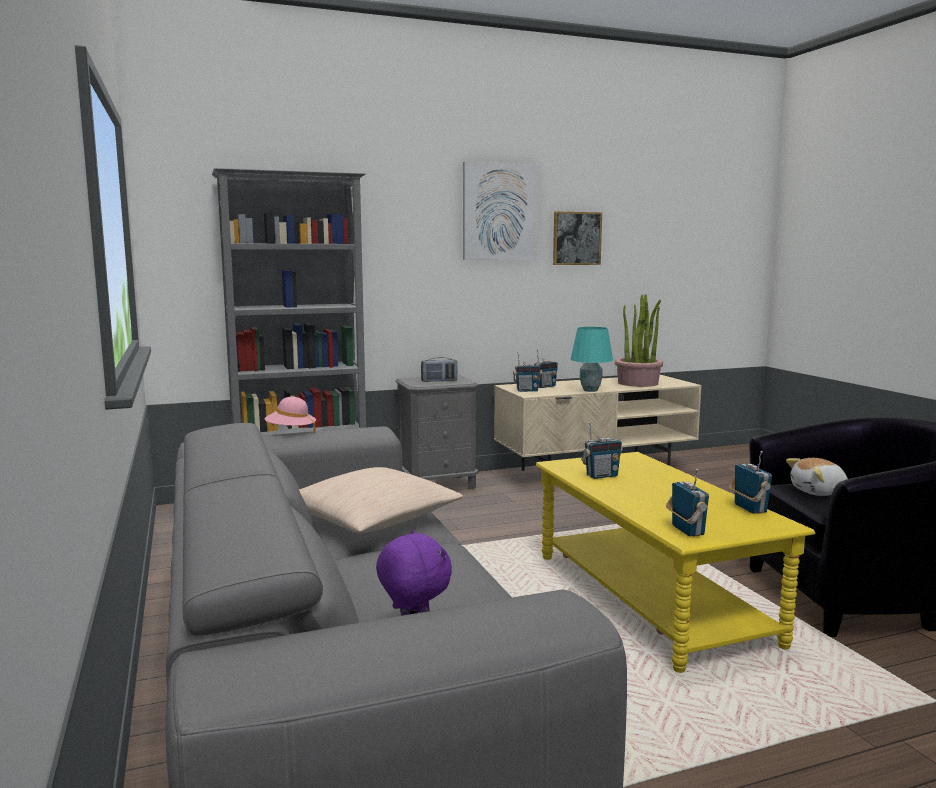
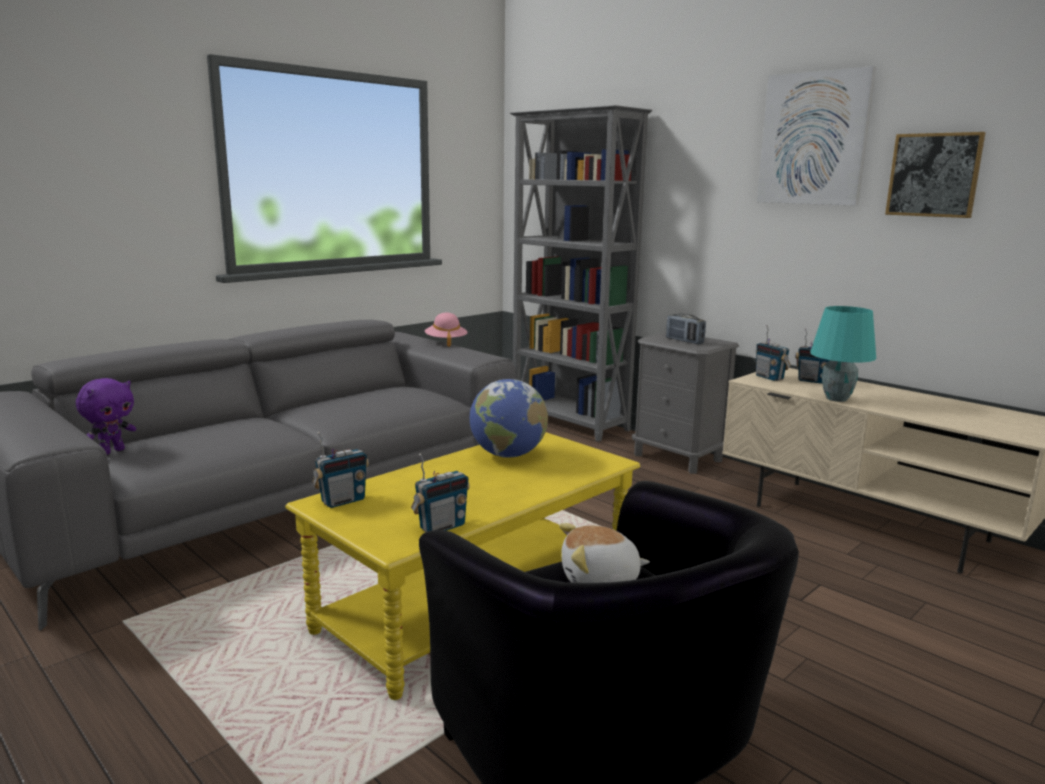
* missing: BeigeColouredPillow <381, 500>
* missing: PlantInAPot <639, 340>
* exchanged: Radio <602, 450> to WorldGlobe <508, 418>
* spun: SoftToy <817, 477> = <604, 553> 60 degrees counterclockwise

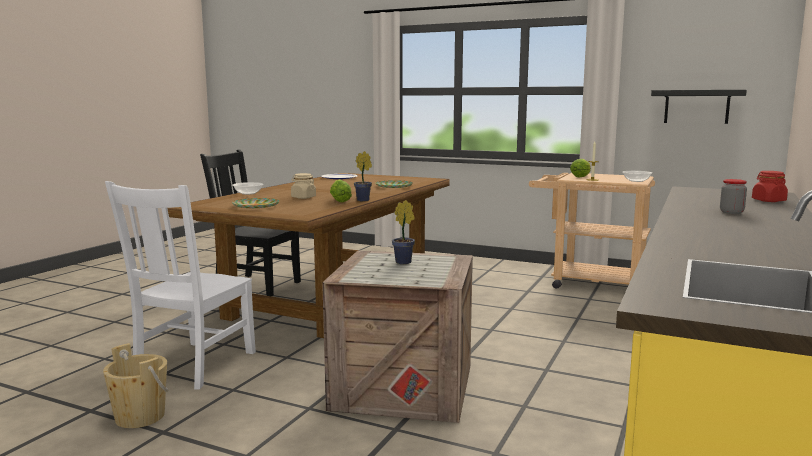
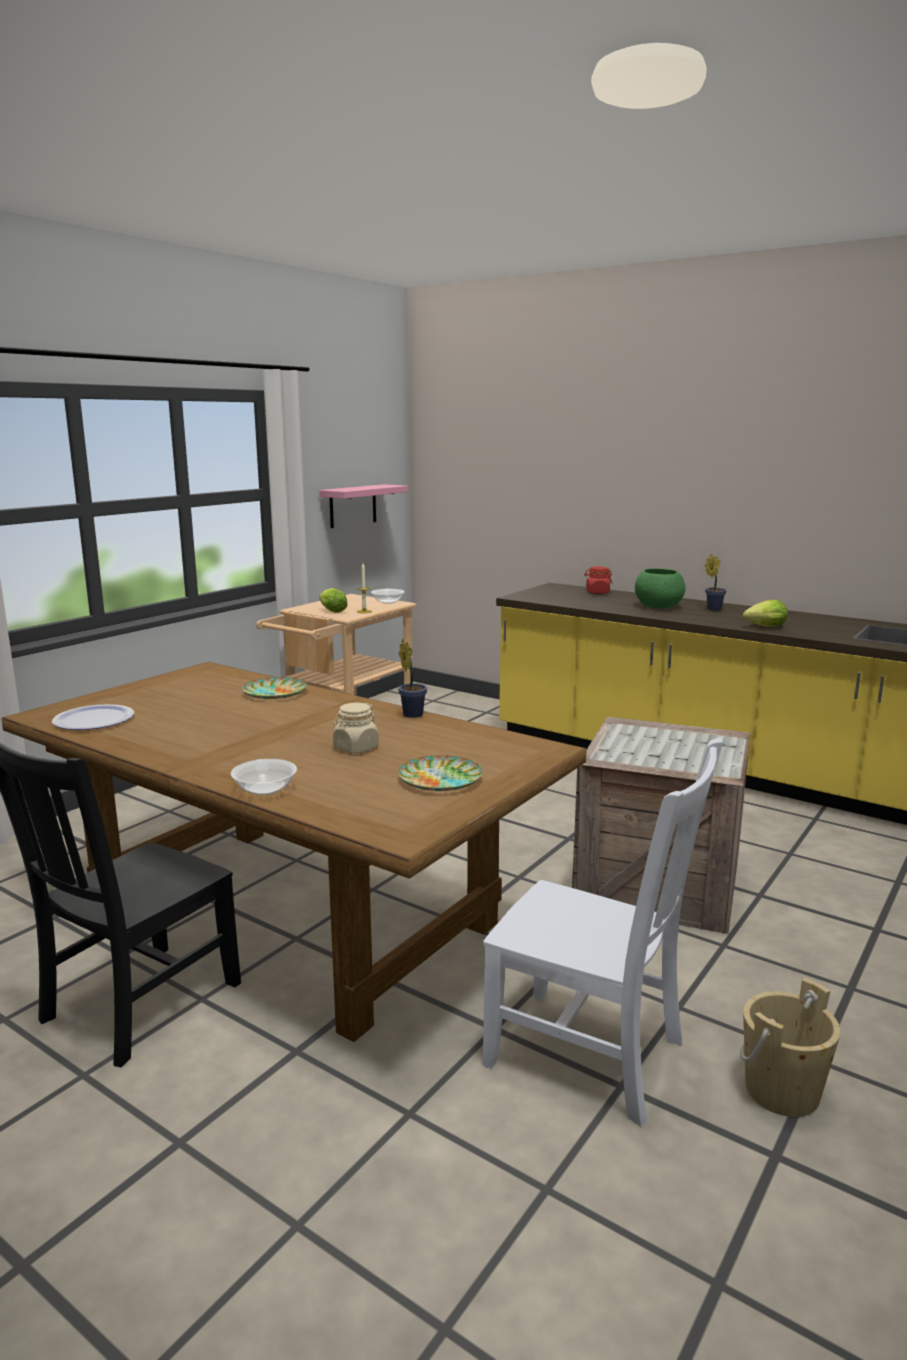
* relocated: LettuceHead <341, 190> to <765, 613>
* relocated: PlantInAPot <403, 232> to <715, 582>
* exchanged: Jar <733, 196> to GreenColouredBowl <660, 588>
* colour: BlackWallShelf <699, 107> to PinkWallShelf <363, 506>

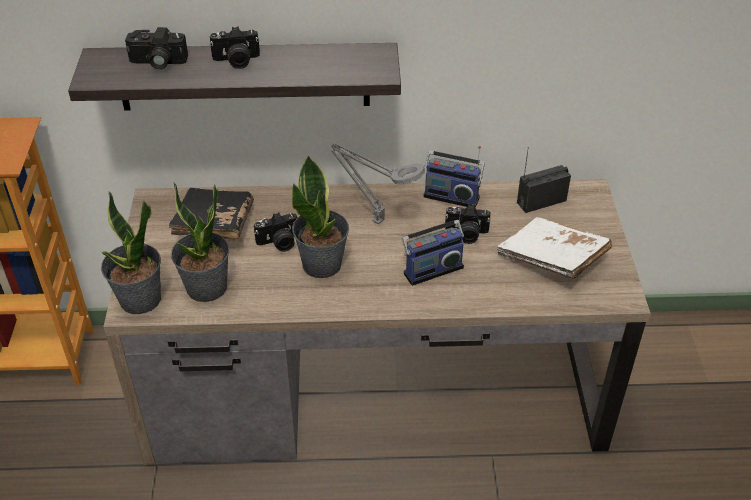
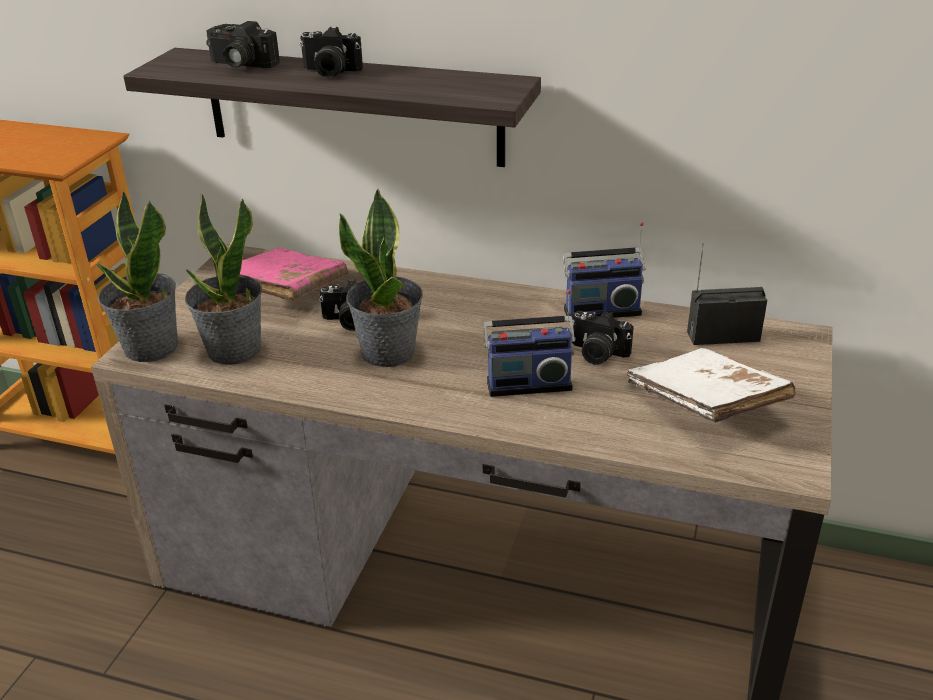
* missing: GreyTableLamp <378, 183>
* colour: BlackBoundBook <211, 214> to PinkBoundBook <294, 274>
* spun: Radio <454, 177> = <604, 270> 45 degrees counterclockwise

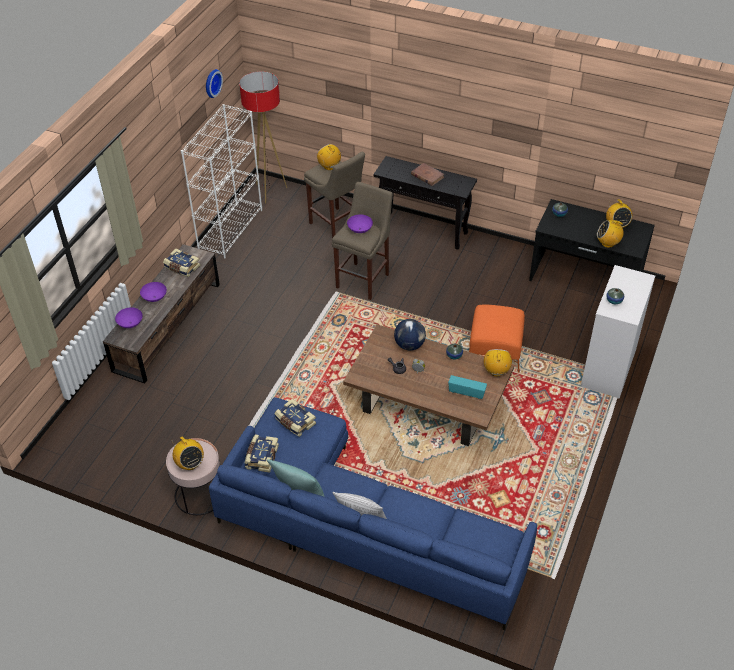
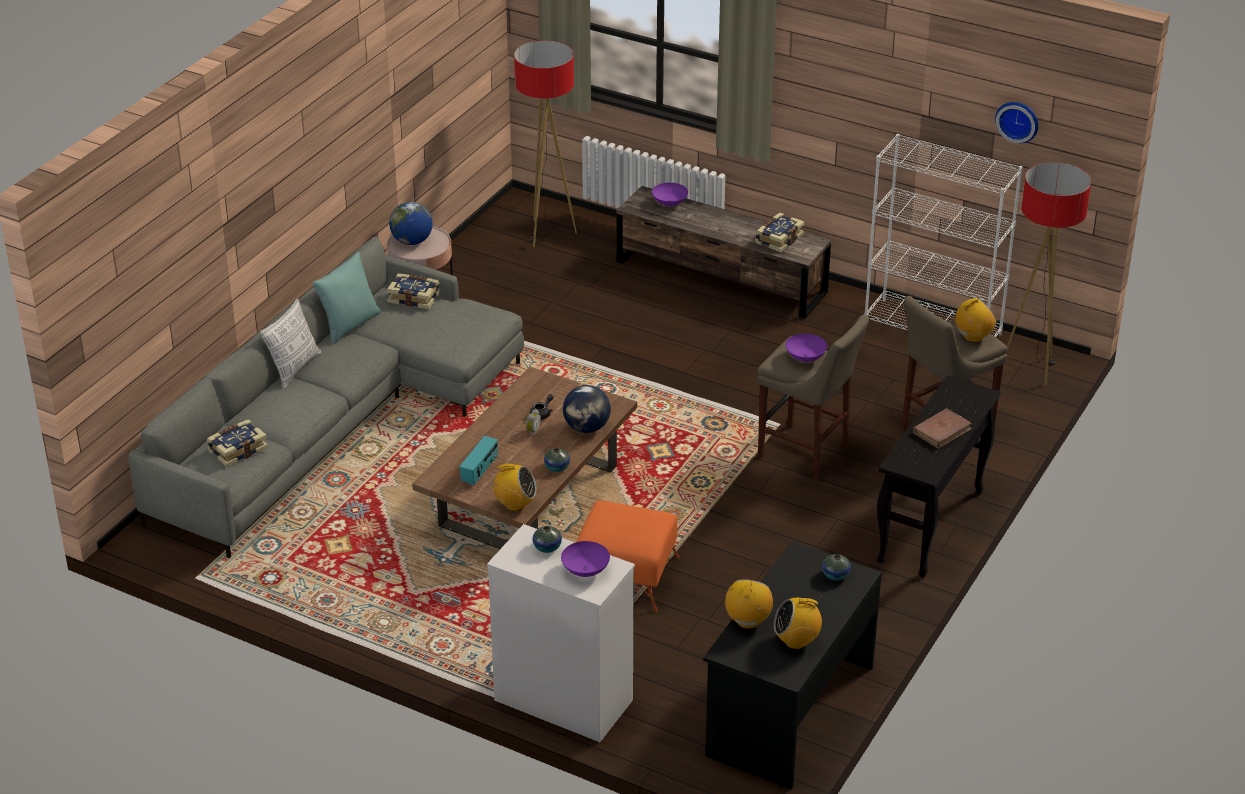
* appeared: FloorLamp <545, 143>
* relocated: PurplishBowl <153, 292> to <585, 559>
* relocated: BoundBook <295, 418> to <237, 443>
* exchanged: Radio <188, 453> to WorldGlobe <411, 223>
* colour: BlueColouredSettee <373, 513> to GreySettee <326, 397>

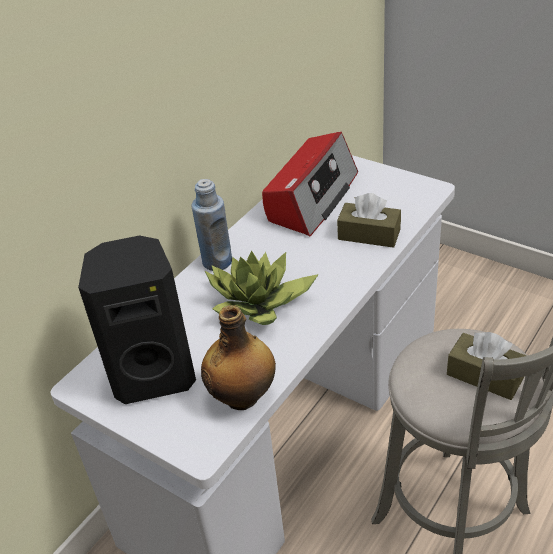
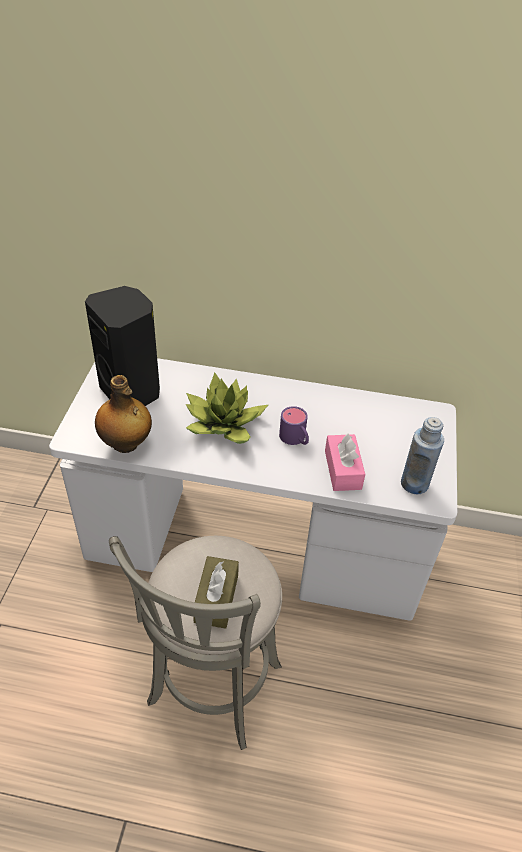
* missing: Radio <310, 184>
* appeared: PurplishTeaMug <294, 425>
* relocated: BlueColouredBeverageBottle <211, 225> to <422, 455>
* colour: BrownBoxOfTissues <369, 220> to PinkBoxOfTissues <345, 462>

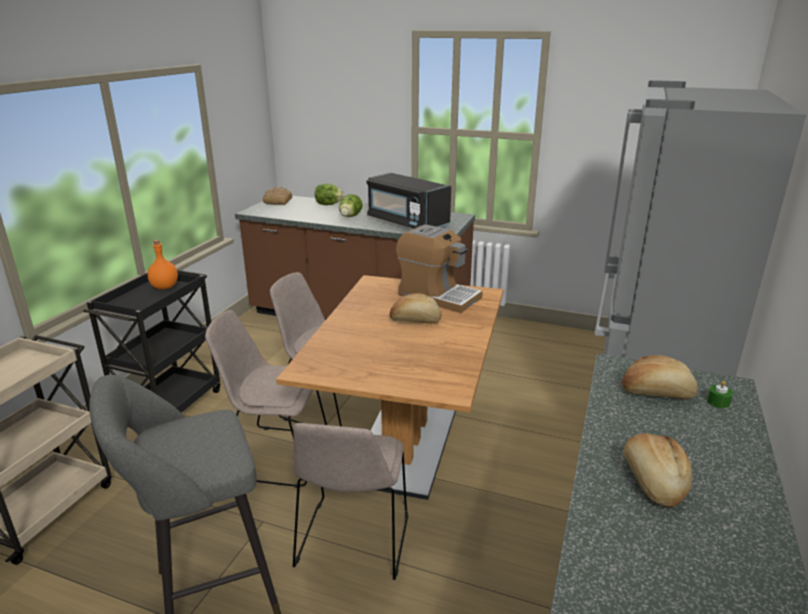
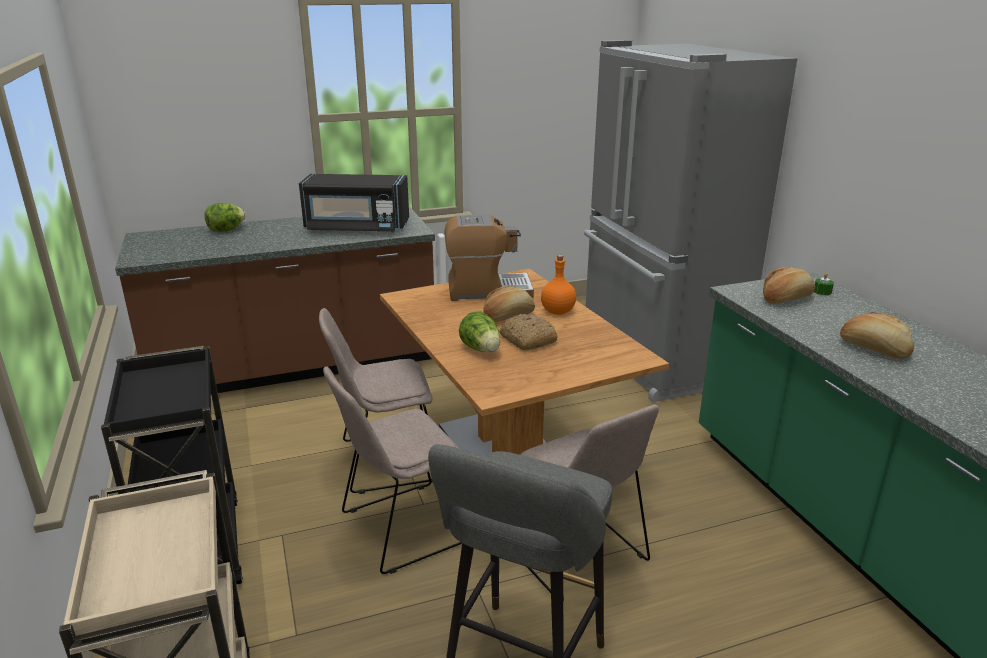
* relocated: OrangeBeverageBottle <162, 264> to <558, 285>
* relocated: BakeryBread <277, 196> to <528, 332>
* relocated: LettuceHead <351, 205> to <479, 331>

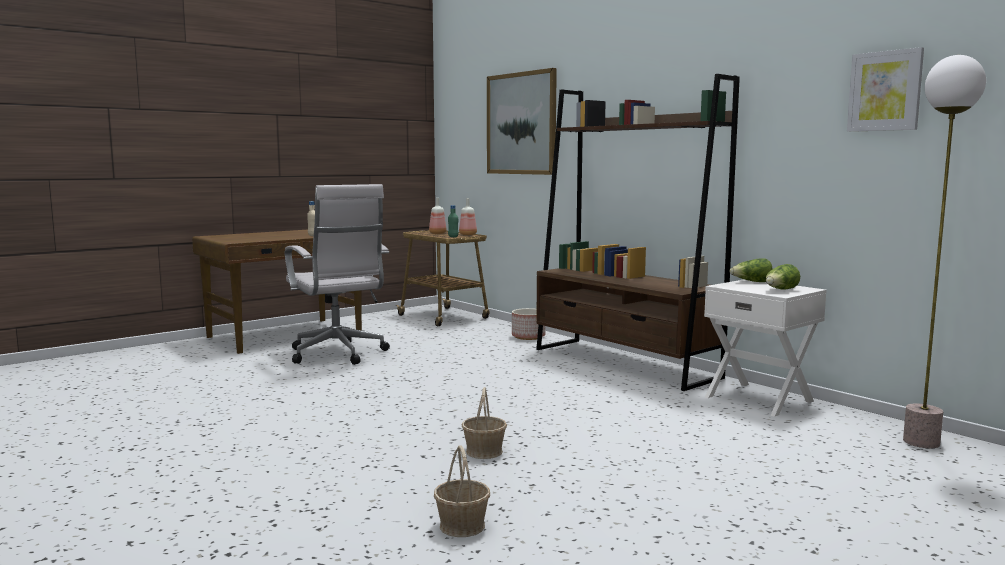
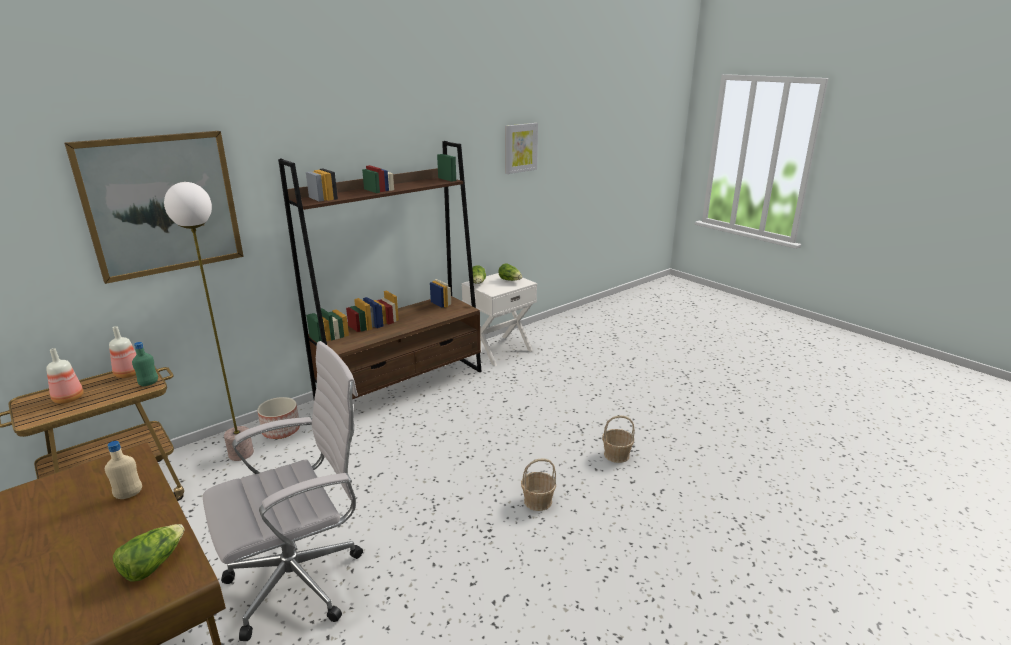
* appeared: LettuceHead <149, 553>
* relocated: StorageBasket <462, 491> to <538, 484>
* relocated: FloorLamp <944, 251> to <209, 321>

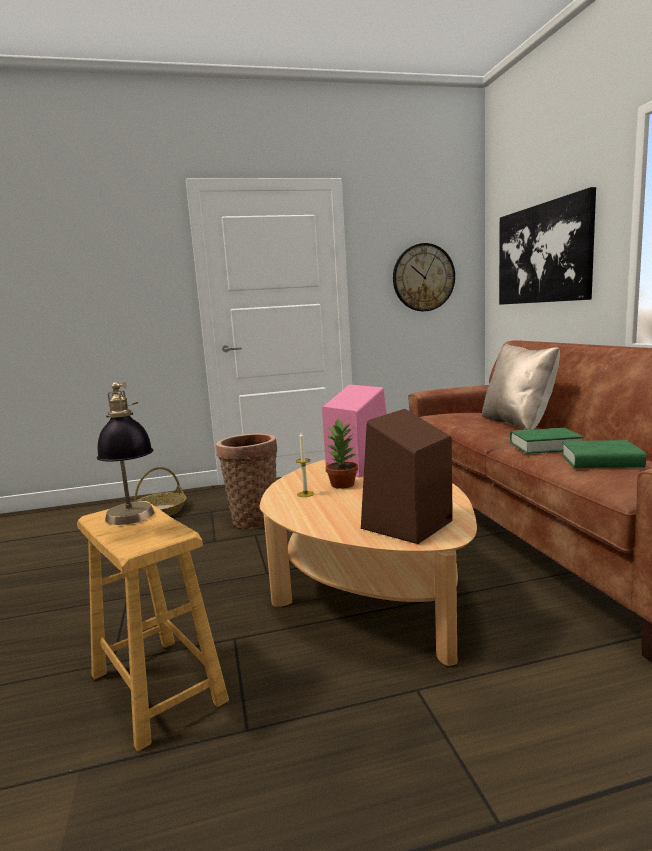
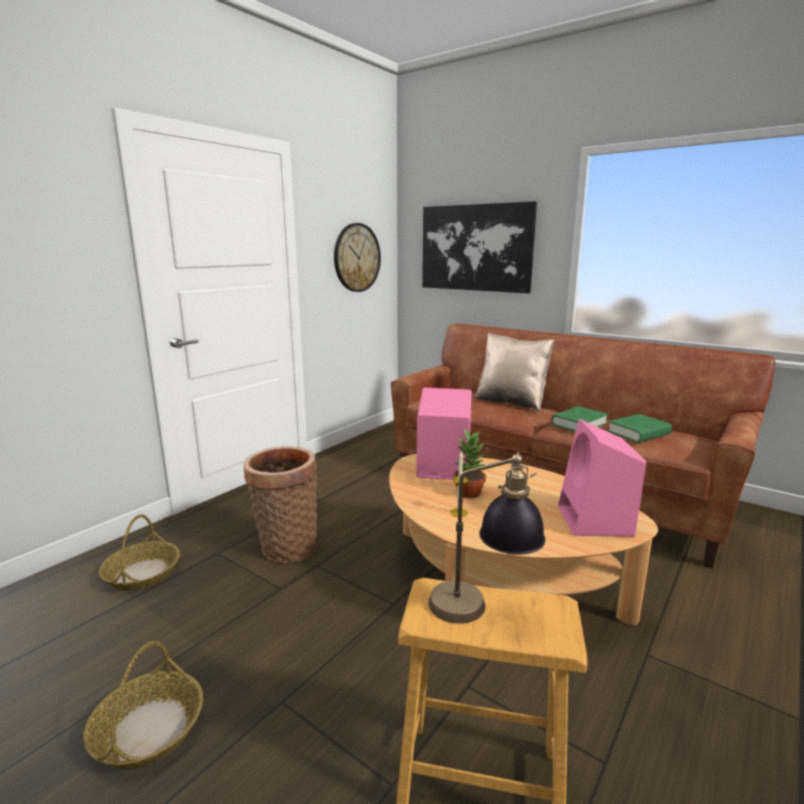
* appeared: StorageBasket <143, 705>
* colour: BrownSpeaker <407, 476> to PinkSpeaker <602, 478>

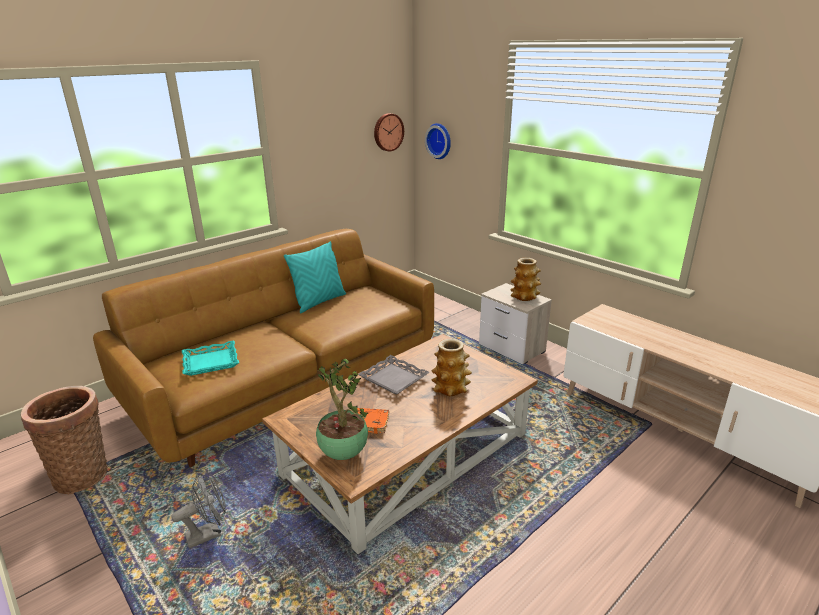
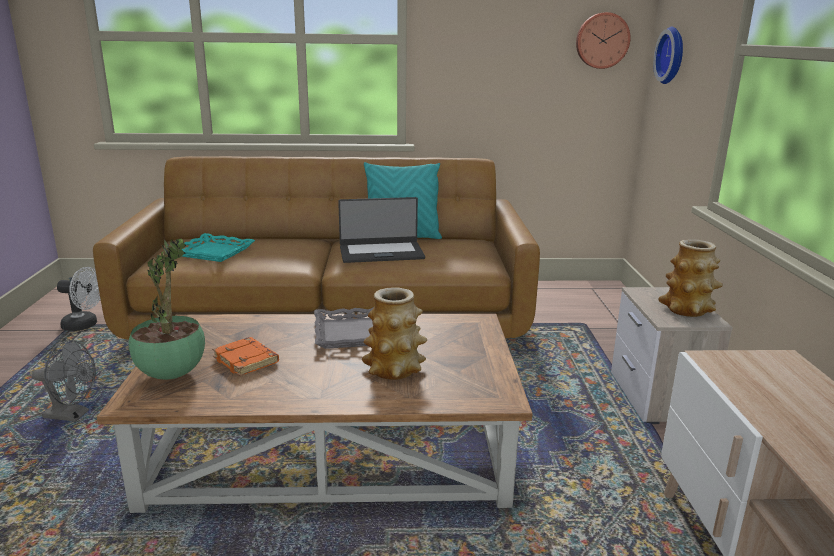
* appeared: Laptop <381, 230>
* exchanged: StorageBasket <64, 440> to WhiteColouredFan <78, 299>

